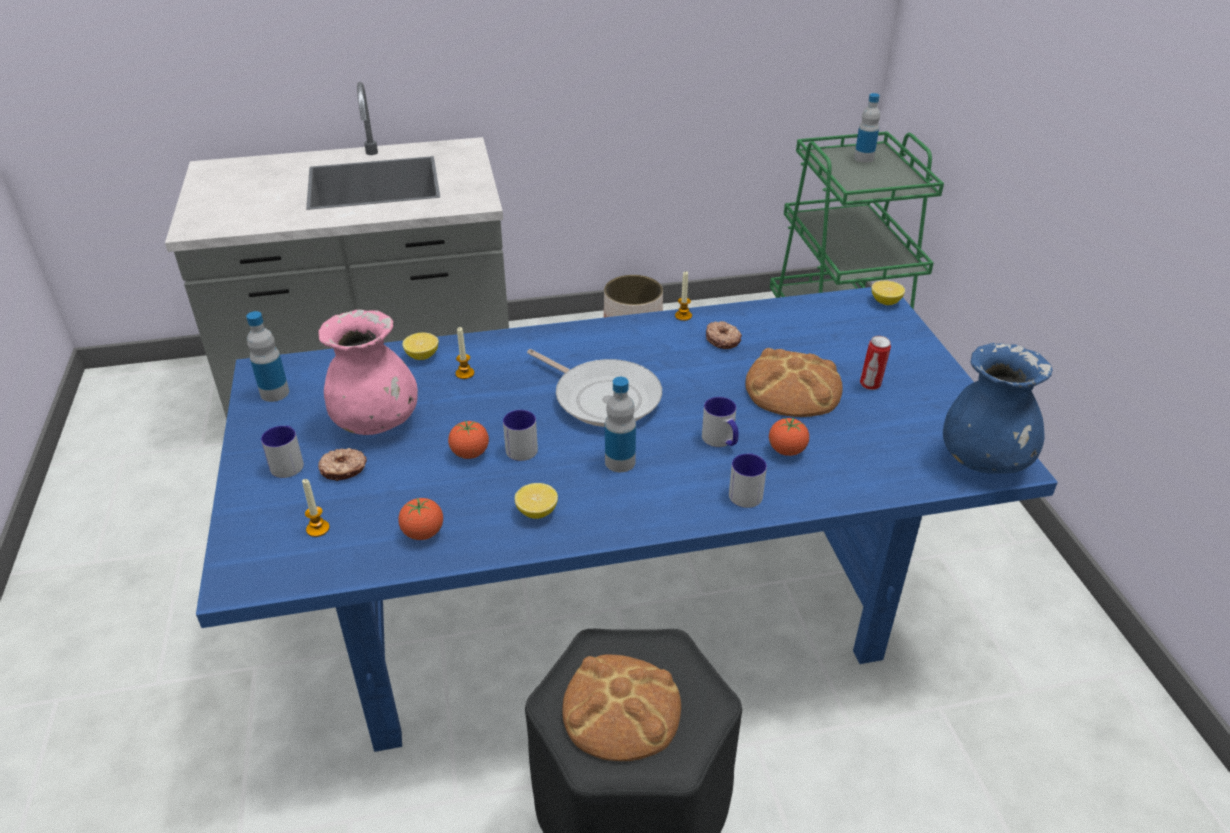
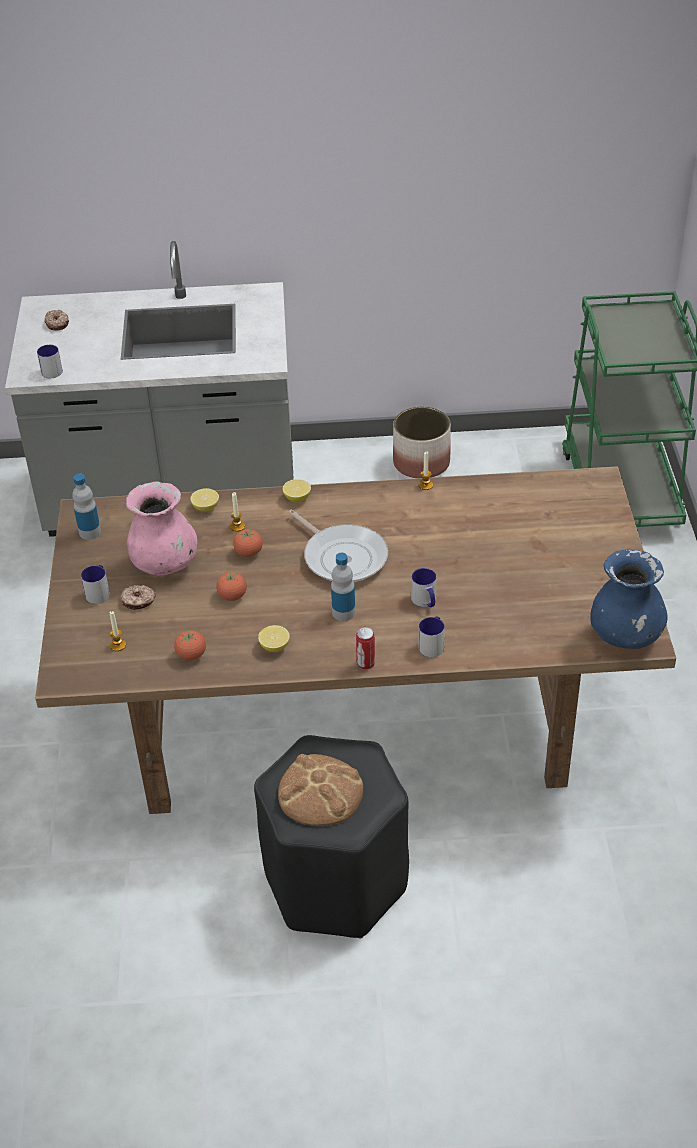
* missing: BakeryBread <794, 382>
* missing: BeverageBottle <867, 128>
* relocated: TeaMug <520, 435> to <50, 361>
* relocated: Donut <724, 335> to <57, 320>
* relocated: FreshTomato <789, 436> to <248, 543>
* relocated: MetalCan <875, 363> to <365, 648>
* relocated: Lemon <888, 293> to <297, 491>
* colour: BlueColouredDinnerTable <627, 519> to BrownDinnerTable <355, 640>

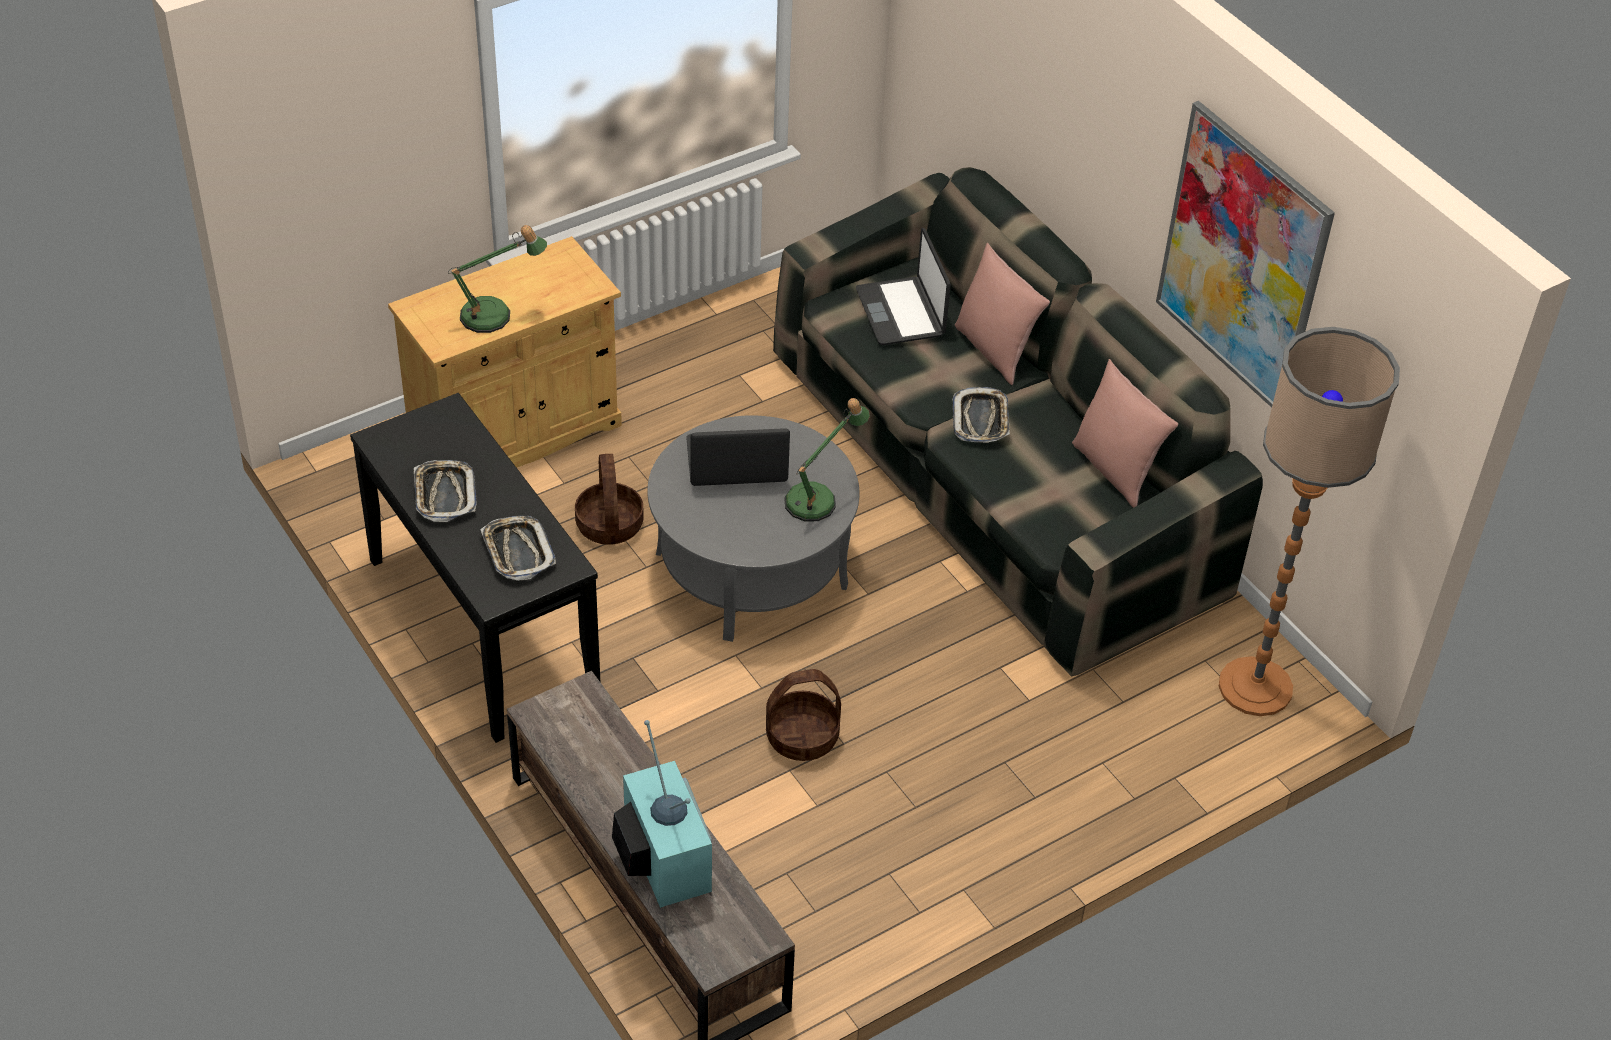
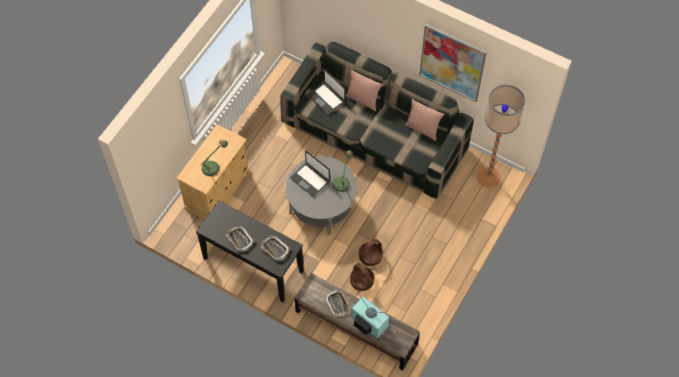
* relocated: StorageBasket <609, 499> to <362, 277>
* relocated: ServingTray <981, 415> to <338, 303>
* spun: Laptop <738, 457> = <310, 174> 105 degrees counterclockwise

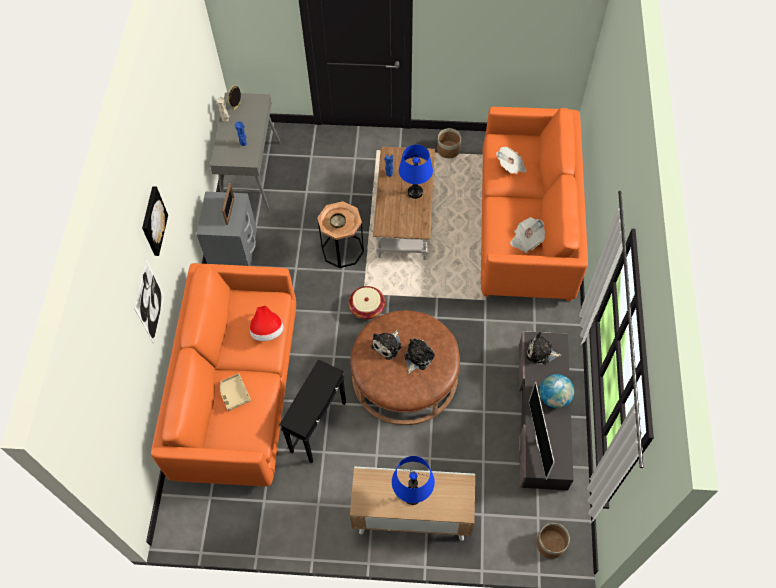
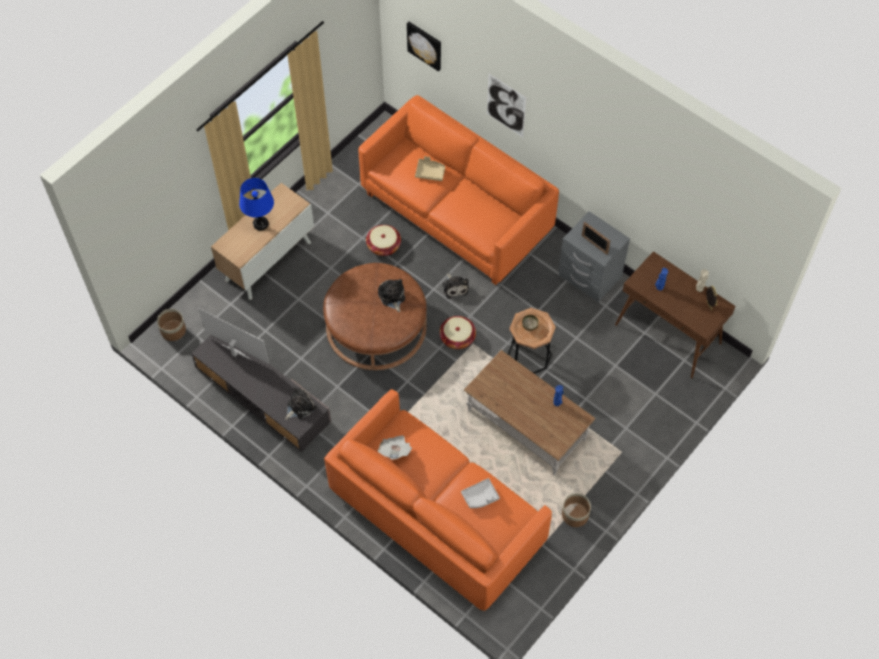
* missing: ClothingHat <267, 323>
* missing: BlueColouredTableLamp <416, 172>
* missing: WorldGlobe <557, 391>
* relocated: WallPicture <155, 221> to <424, 47>
* relocated: SoftToy <420, 356> to <455, 286>
* exchanged: BlackSideTable <312, 411> to StorageBasket <383, 240>
* exchanged: DailyPaper <511, 160> to GreyServingTray <480, 493>
* colour: GreyNarrowTable <245, 152> to BrownNarrowTable <675, 314>

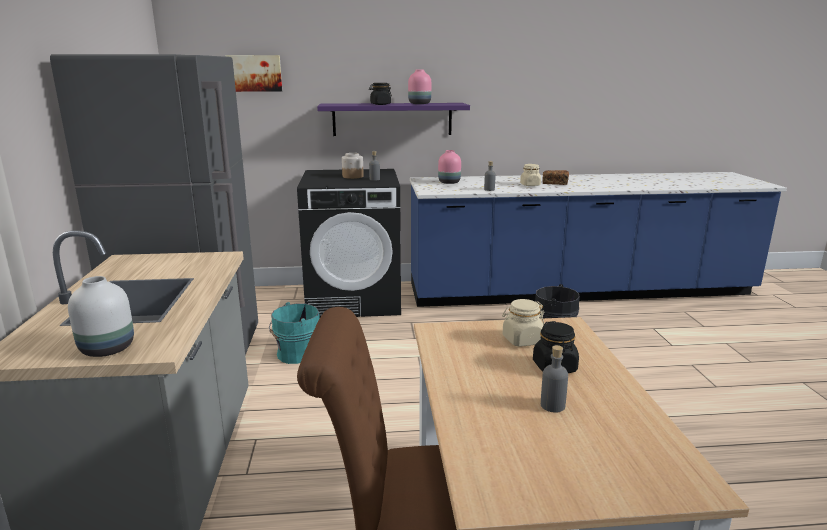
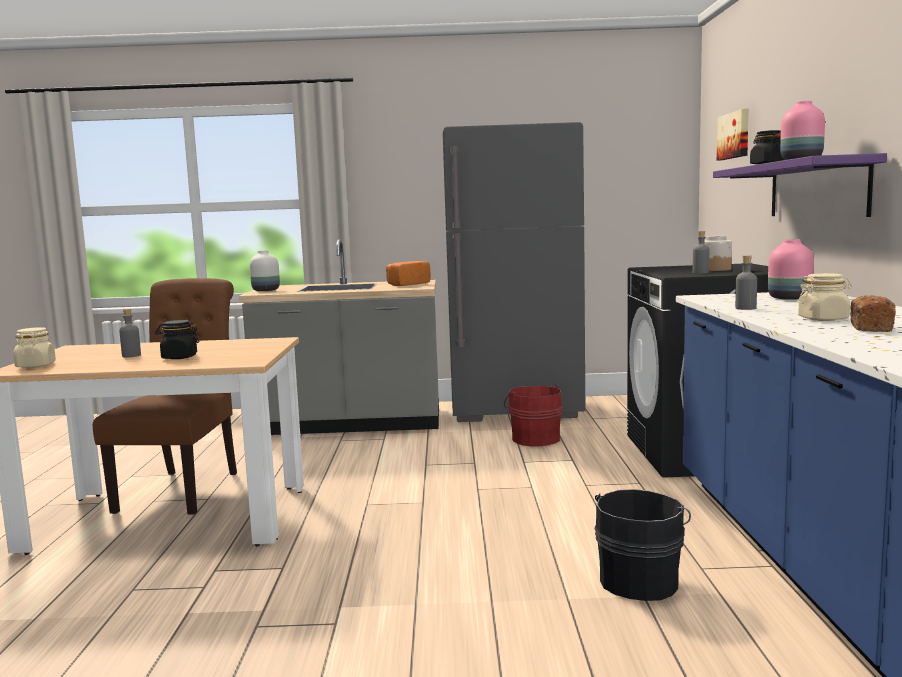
* appeared: BakeryBread <408, 273>
* relocated: BeigeColouredJar <523, 323> to <34, 347>
* colour: BlueGreenWaterBucket <294, 333> to ReddishWaterBucket <533, 415>

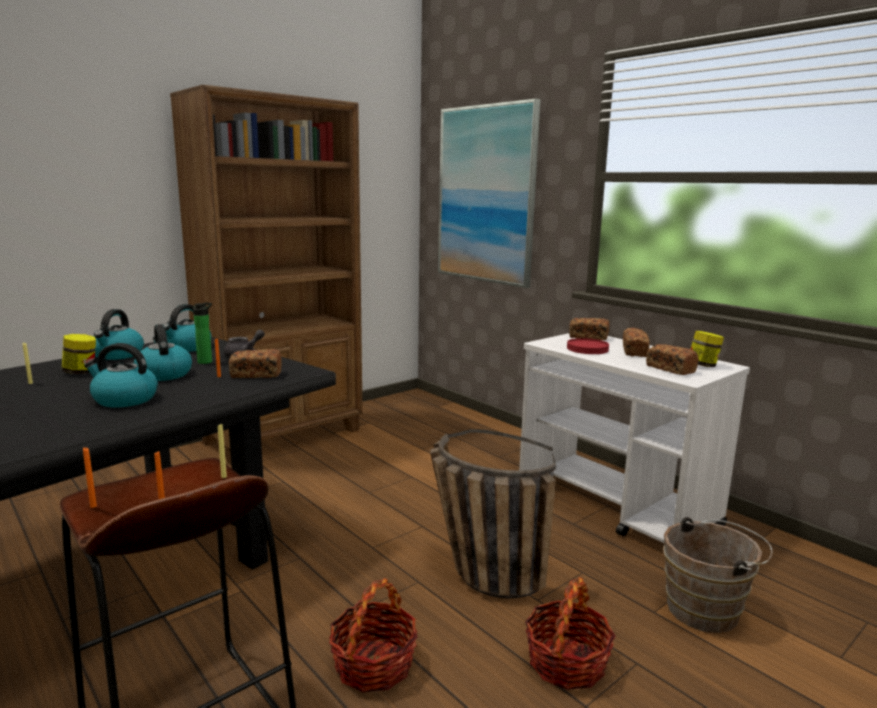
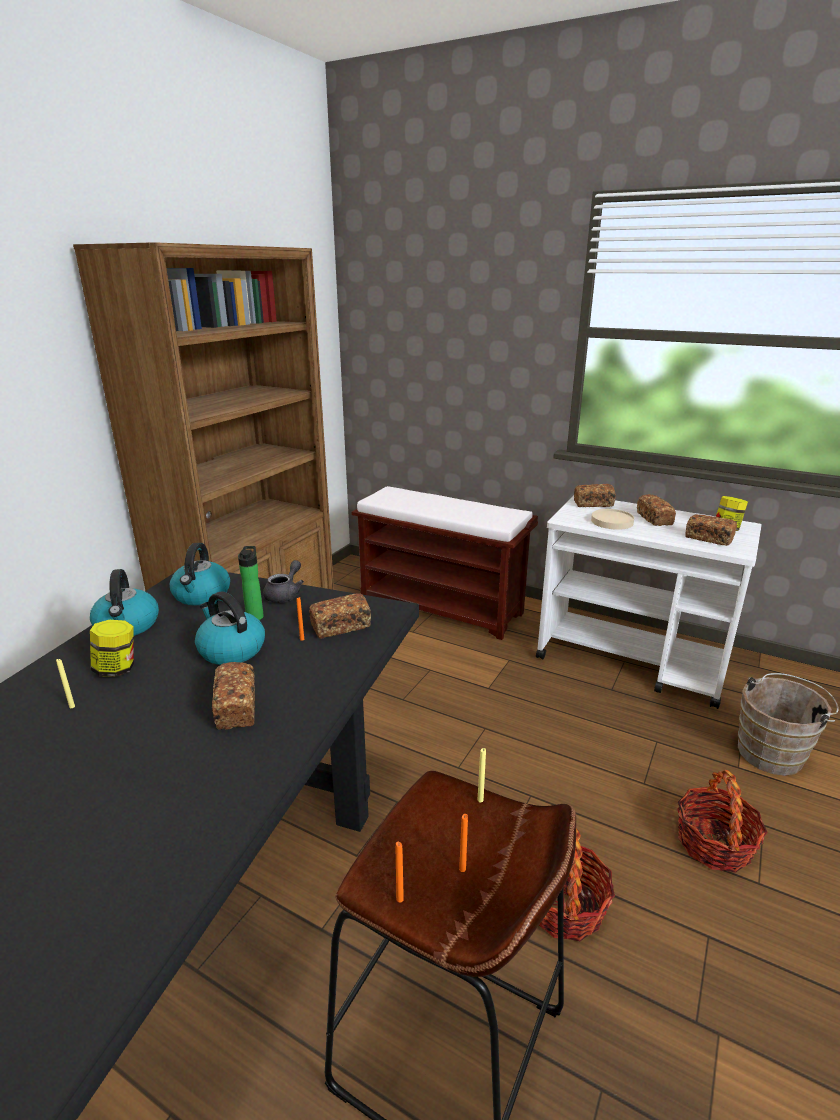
* missing: StorageBasket <493, 513>
* missing: WallPicture <489, 193>
* appeared: BrownIndoorBench <445, 563>
* exchanged: Kettle <121, 375> to BakeryBread <233, 696>
* colour: ReddishDinnerPlate <588, 346> to BeigeColouredDinnerPlate <612, 519>

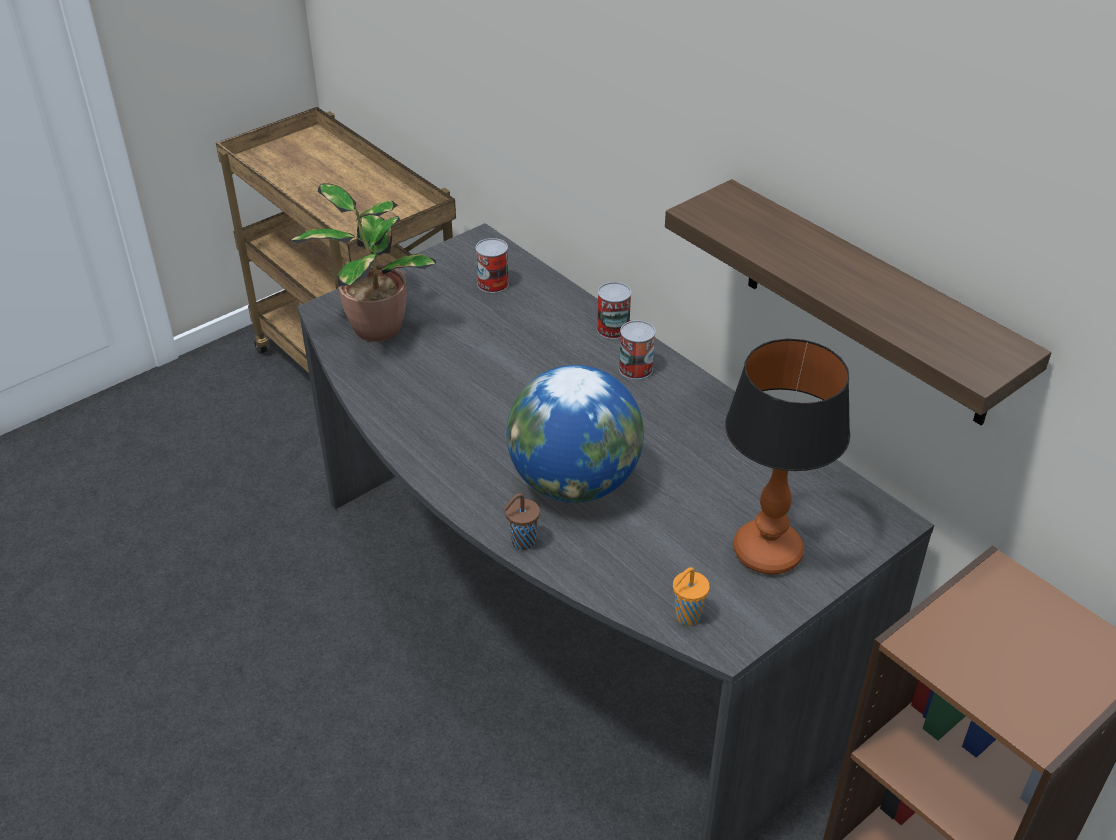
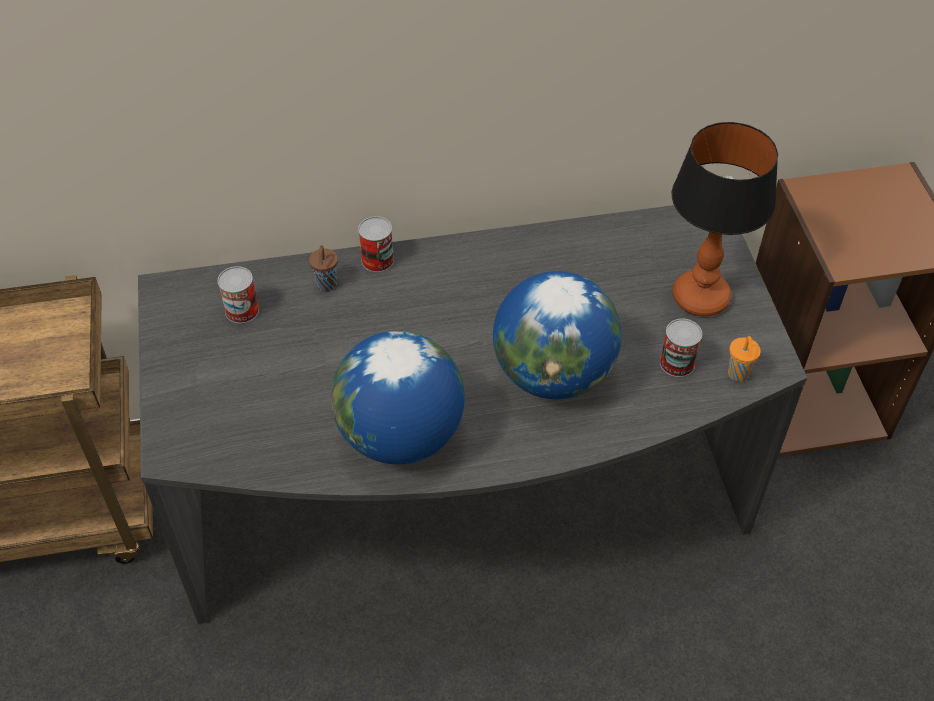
* missing: PlantInAPot <363, 262>
* missing: WallShelf <858, 302>
* appeared: WorldGlobe <398, 397>
* relocated: BrownCup <522, 521> to <323, 268>
* relocated: MetalCan <637, 350> to <681, 348>

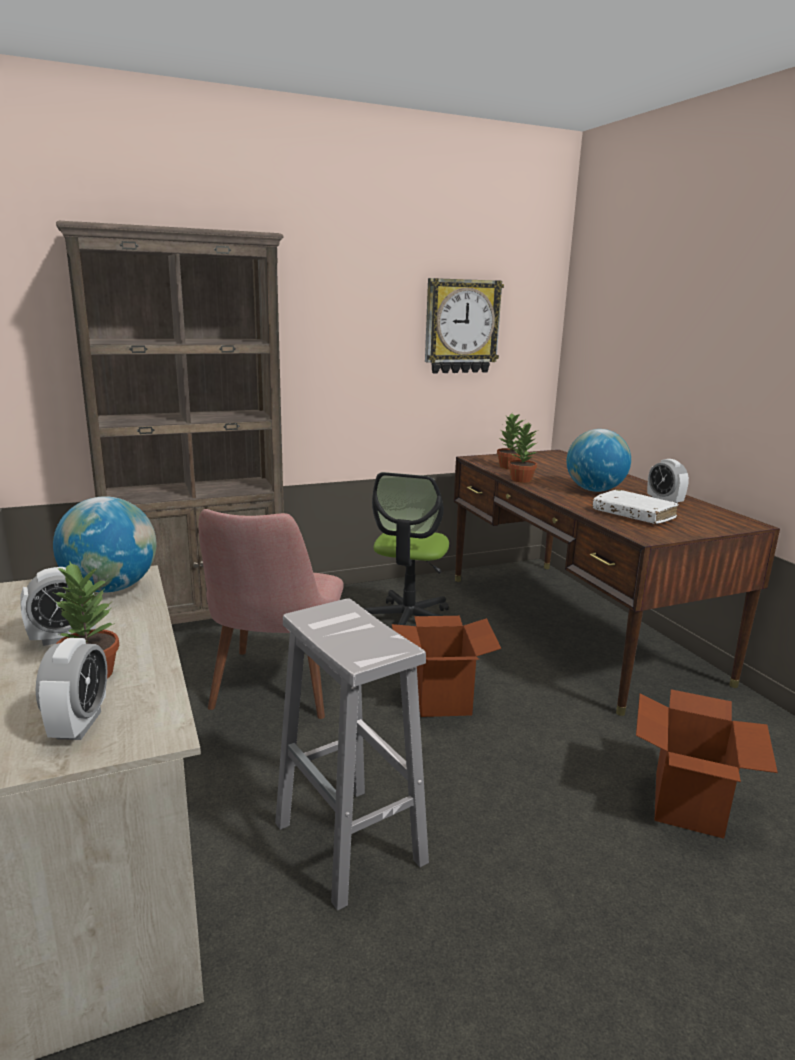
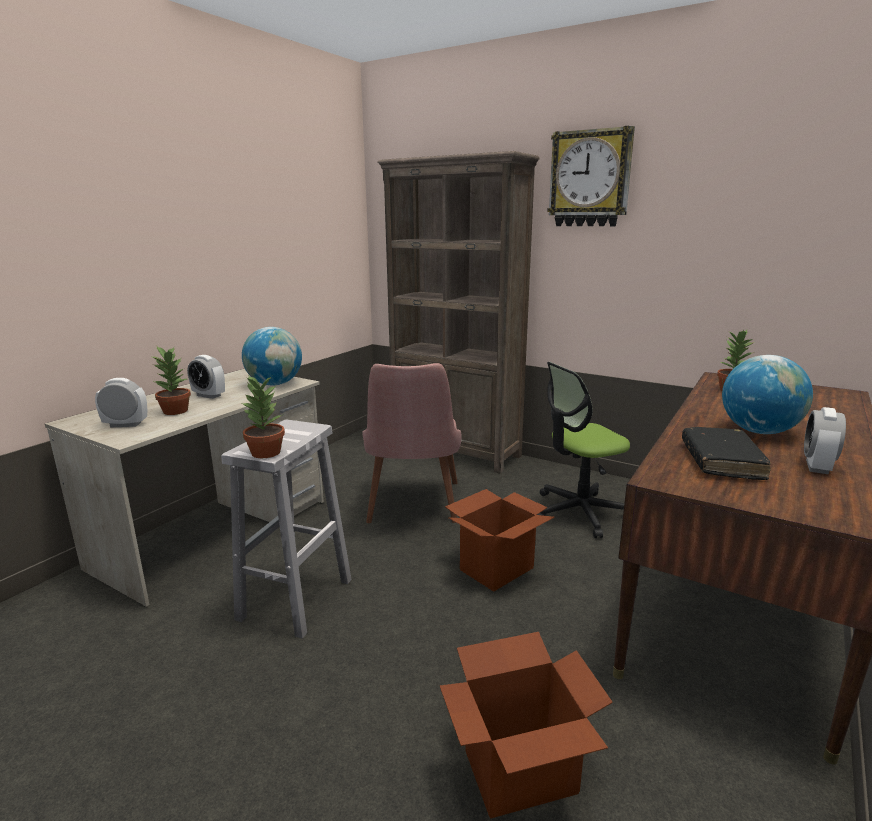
* relocated: ClockOnTheWall <464, 326> to <591, 176>
* relocated: PlantInAPot <523, 453> to <263, 417>
* colour: WhiteColouredBoundBook <636, 506> to BlackBoundBook <726, 453>
* spun: BedsideClock <71, 689> = <121, 403> 150 degrees counterclockwise
* spun: PinkChair <271, 614> = <412, 443> 60 degrees counterclockwise

